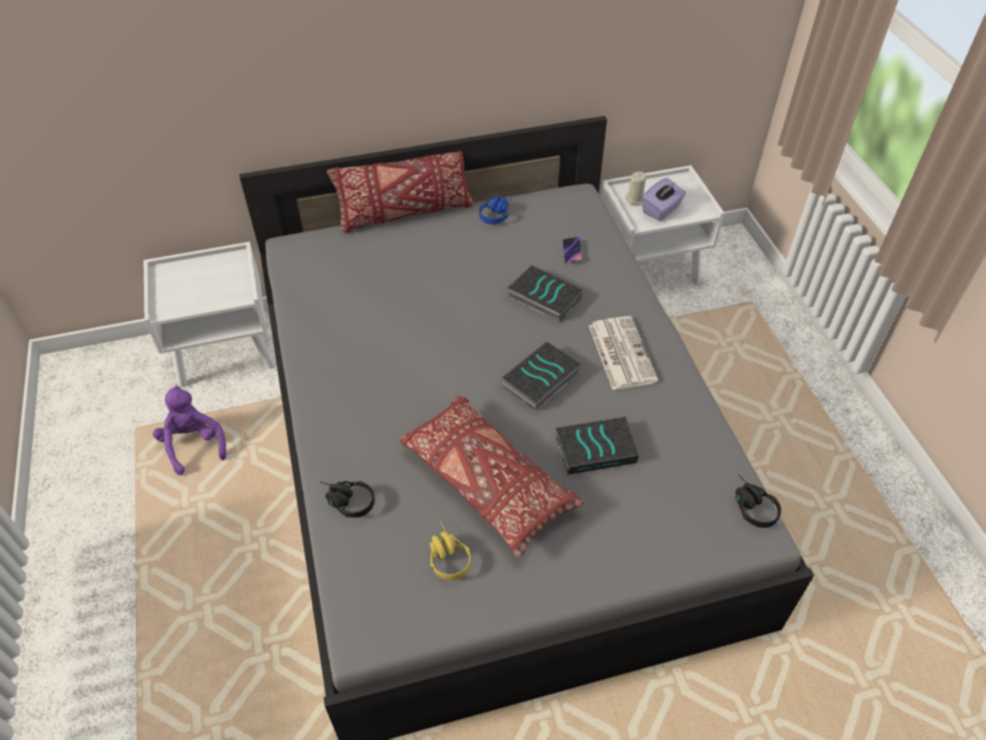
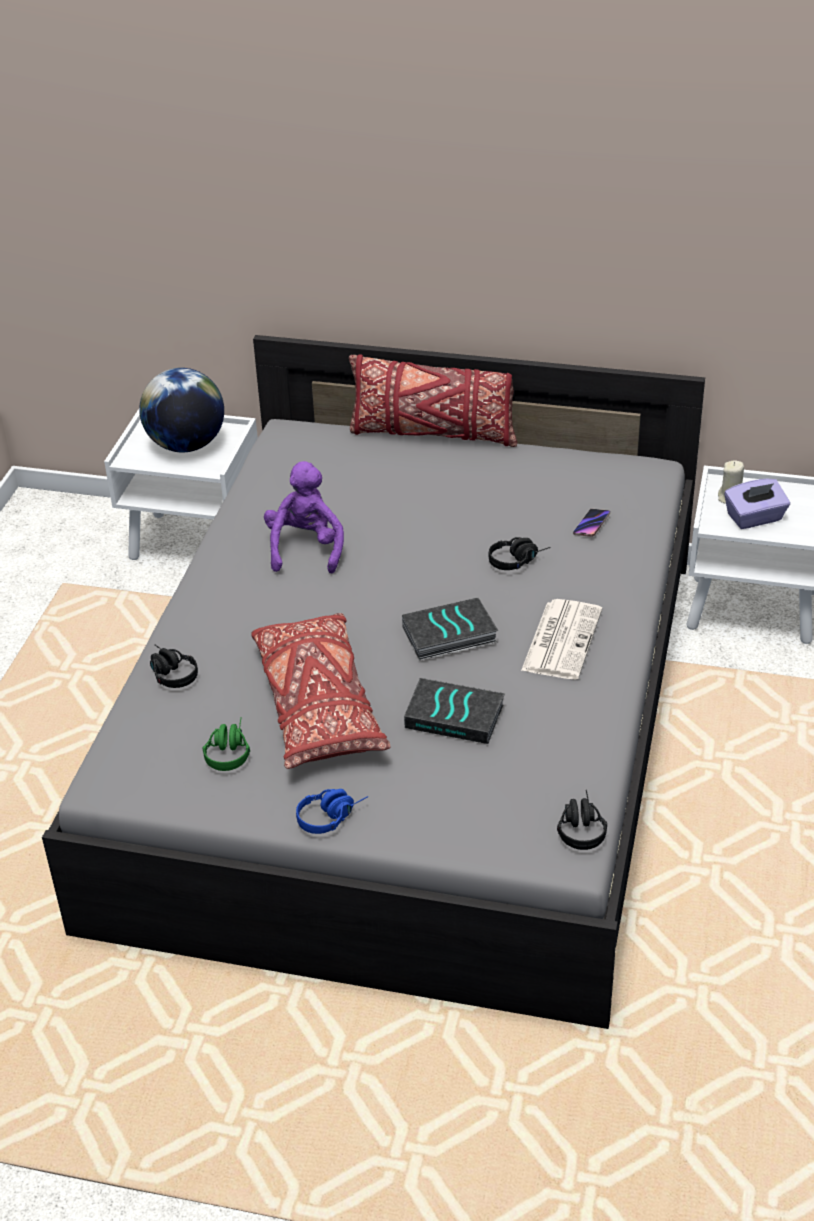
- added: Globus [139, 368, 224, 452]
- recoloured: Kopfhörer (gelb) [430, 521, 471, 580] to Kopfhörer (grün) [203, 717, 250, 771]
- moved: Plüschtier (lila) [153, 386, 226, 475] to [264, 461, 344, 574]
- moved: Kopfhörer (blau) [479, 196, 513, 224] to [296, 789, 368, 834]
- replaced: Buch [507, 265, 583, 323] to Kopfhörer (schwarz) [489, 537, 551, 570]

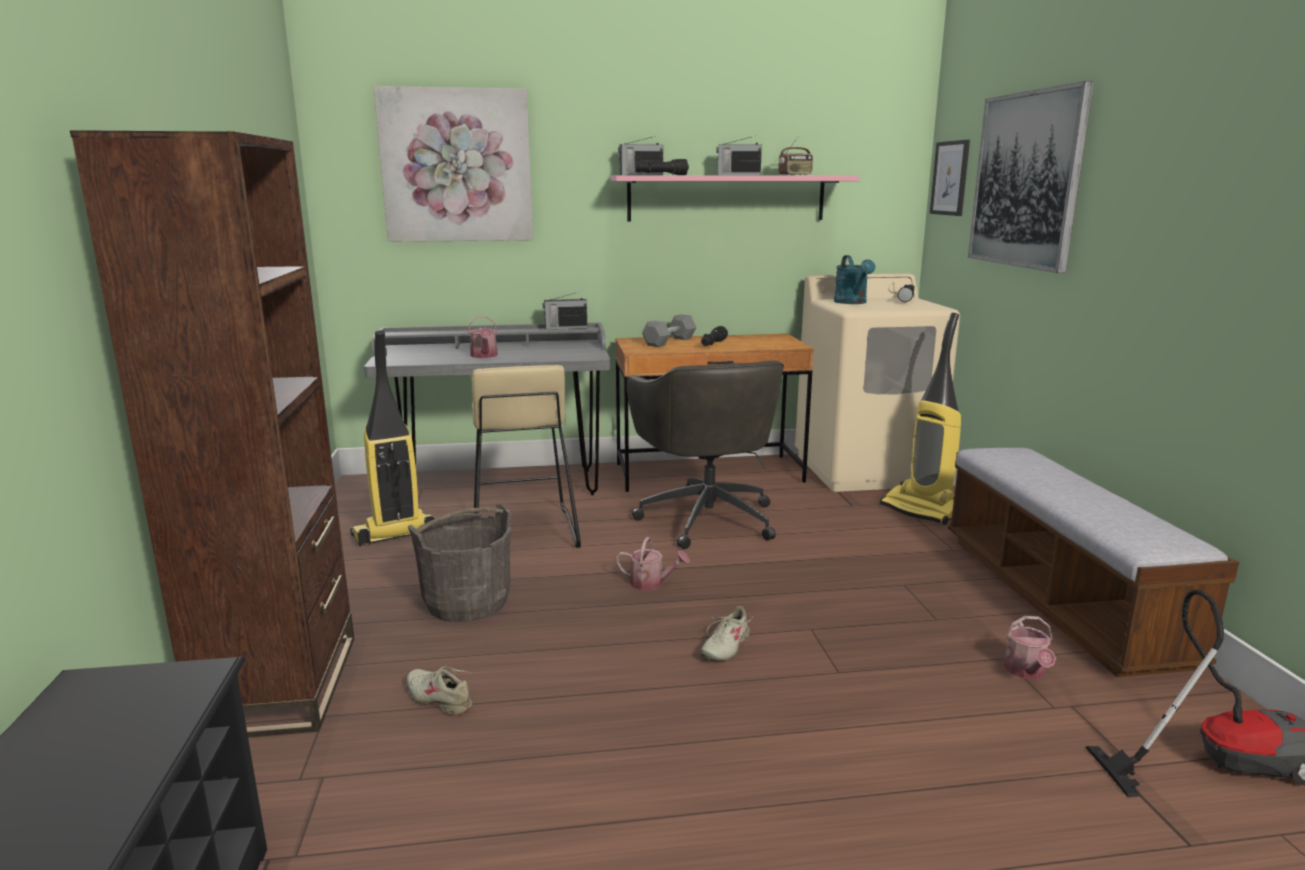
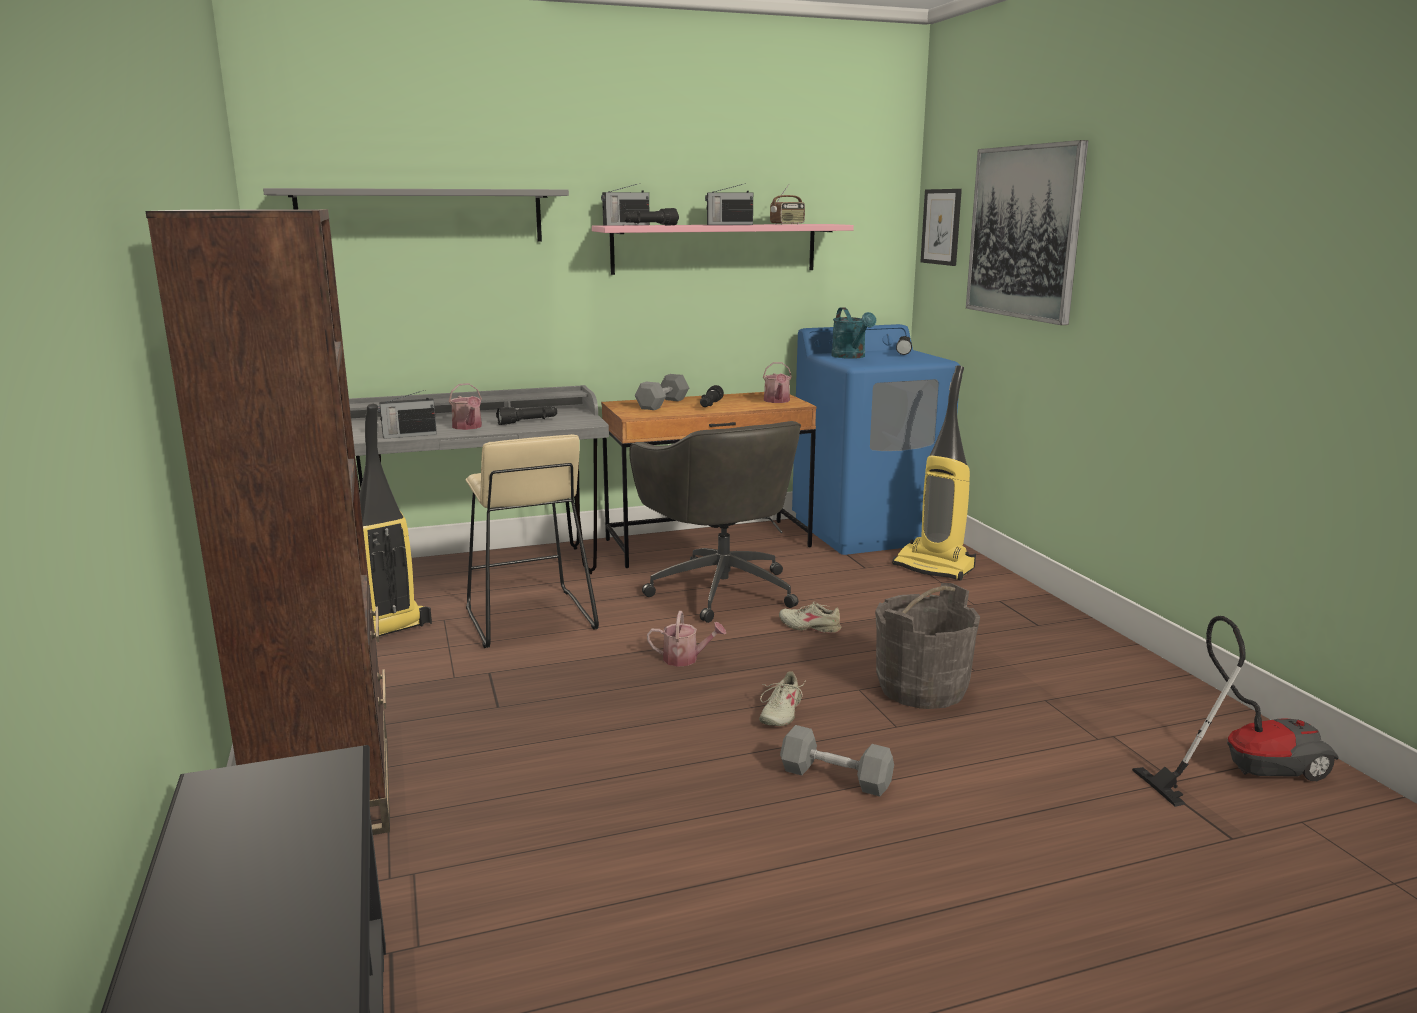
- replaced: Bild [374, 86, 533, 242] to Wandregal (grau) [263, 188, 569, 242]
- moved: Radio [543, 293, 587, 330] to [378, 390, 437, 439]
- added: Taschenlampe (schwarz) [496, 406, 557, 425]
- moved: Gießkanne [1004, 616, 1056, 679] to [763, 362, 792, 403]
- moved: Schuh (beige) [406, 666, 473, 715] to [779, 602, 841, 634]
- added: Hantel (grau) [780, 725, 894, 797]
- recoloured: Waschmaschine (beige) [795, 273, 960, 492] to Waschmaschine (blau) [792, 324, 960, 555]
- moved: Eimer (grau) [408, 505, 512, 622] to [875, 583, 980, 709]
- removed: Bank [948, 448, 1239, 677]

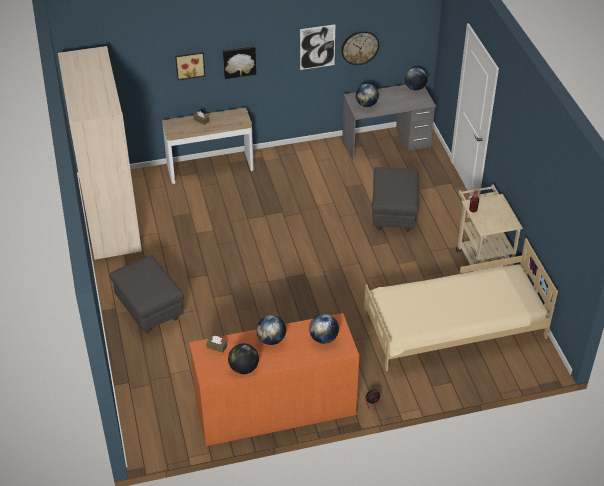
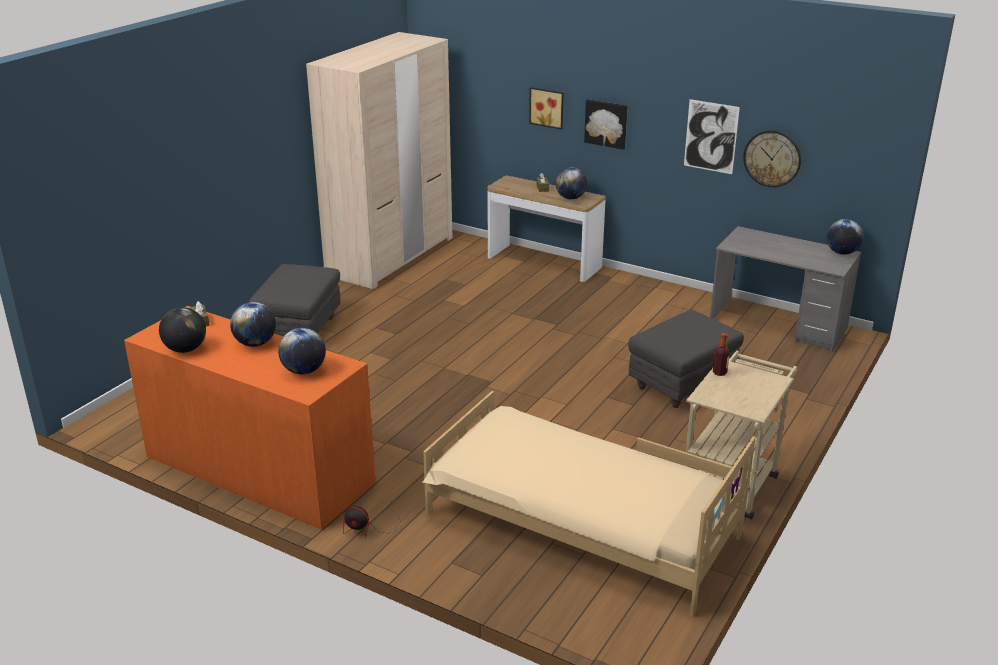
- moved: Globus [356, 84, 379, 107] to [556, 167, 587, 199]

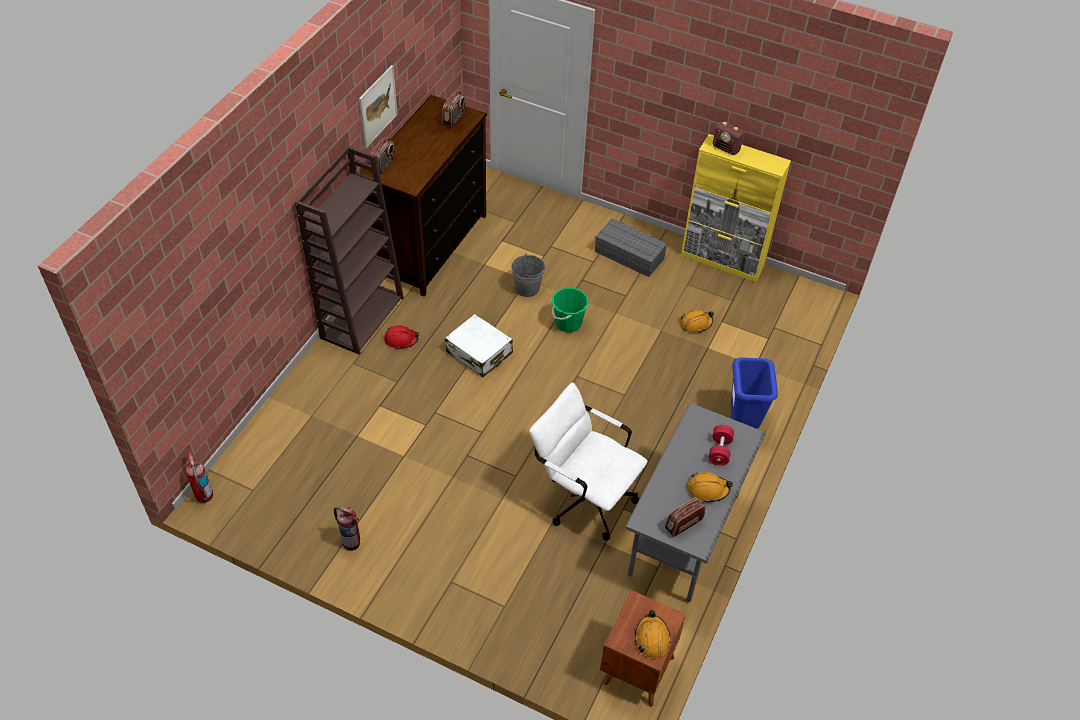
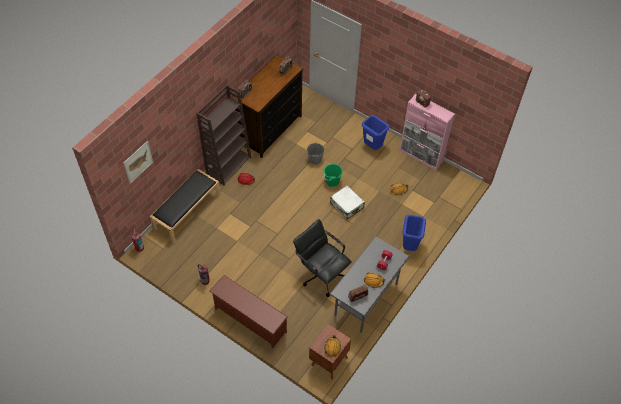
- moved: Bild [359, 65, 398, 149] to [123, 141, 153, 184]
- added: Bank (schwarz) [150, 169, 221, 243]
- added: Schuhregal (braun) [210, 275, 288, 348]
- recoloured: Bürostuhl (weiß) [529, 383, 648, 541] to Bürostuhl (schwarz) [293, 219, 352, 297]
- moved: Koffer (weiß) [445, 314, 513, 377] to [330, 186, 365, 219]
- replaced: Aufbewahrungsbox (grau) [595, 218, 667, 277] to Mülleimer (blau) [362, 115, 389, 150]
- recoloured: Schrank (gelb) [681, 134, 791, 282] to Schrank (rosa) [400, 94, 455, 170]

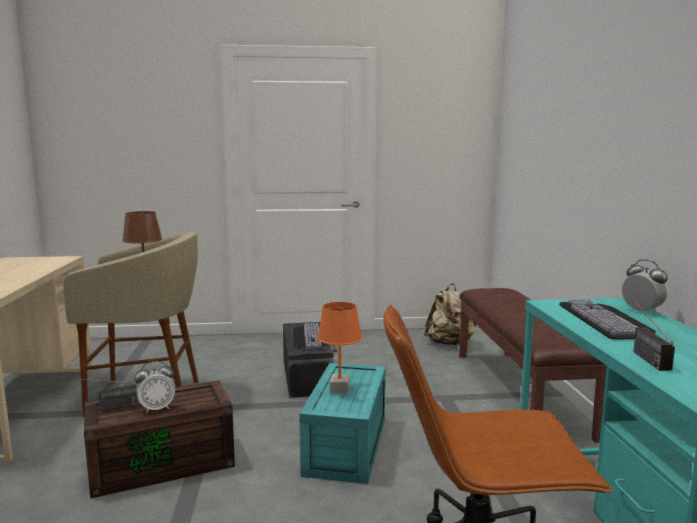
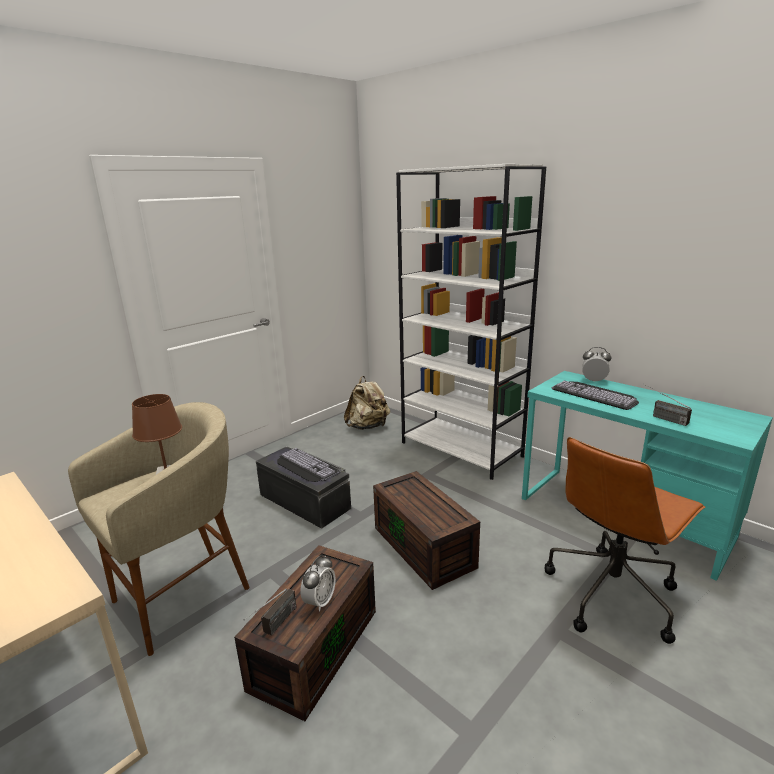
- recoloured: Aufbewahrungsbox (türkis) [299, 363, 386, 484] to Aufbewahrungsbox (braun) [373, 471, 480, 590]
- replaced: Bank (braun) [459, 288, 607, 443] to Bücherregal (weiß) [396, 164, 546, 480]
- removed: Tischlampe (orange) [317, 302, 362, 394]

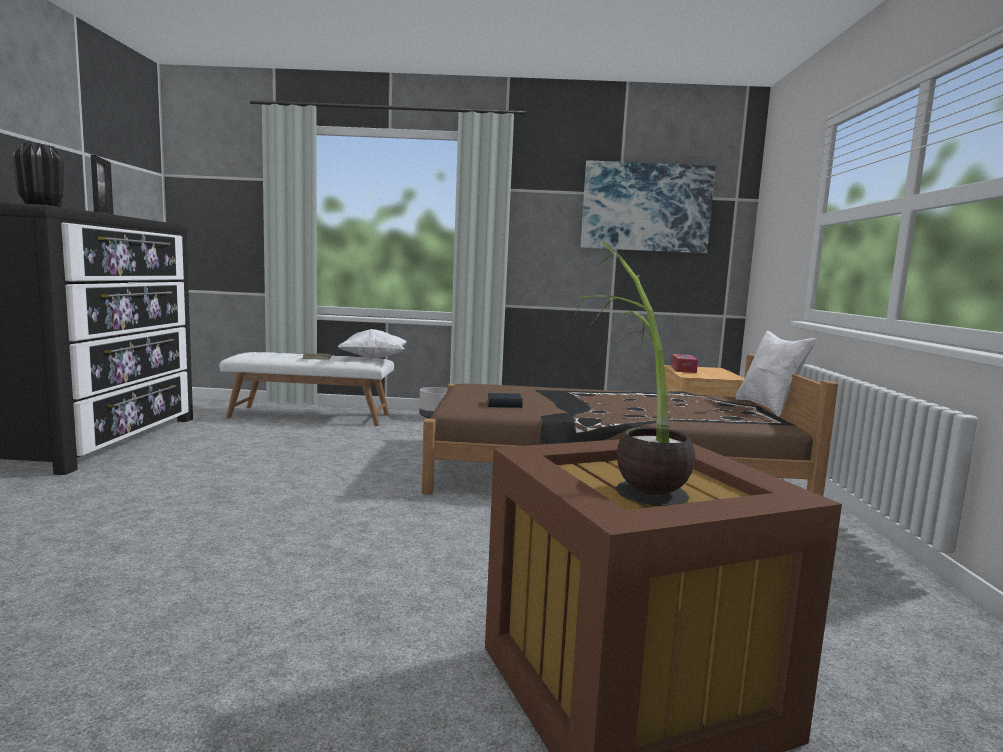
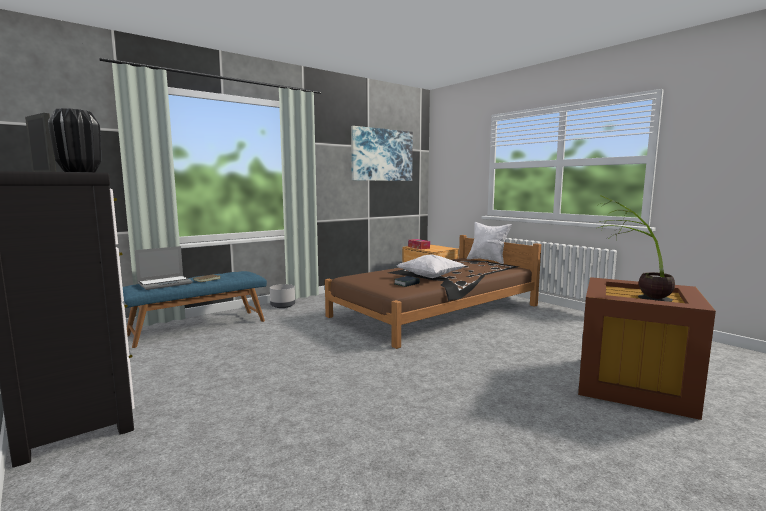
- recoloured: Bank (weiß) [220, 352, 394, 426] to Bank (blau) [123, 271, 267, 348]
- added: Laptop [135, 246, 193, 290]
- moved: Kissen (weiß) [338, 329, 407, 359] to [397, 255, 465, 278]

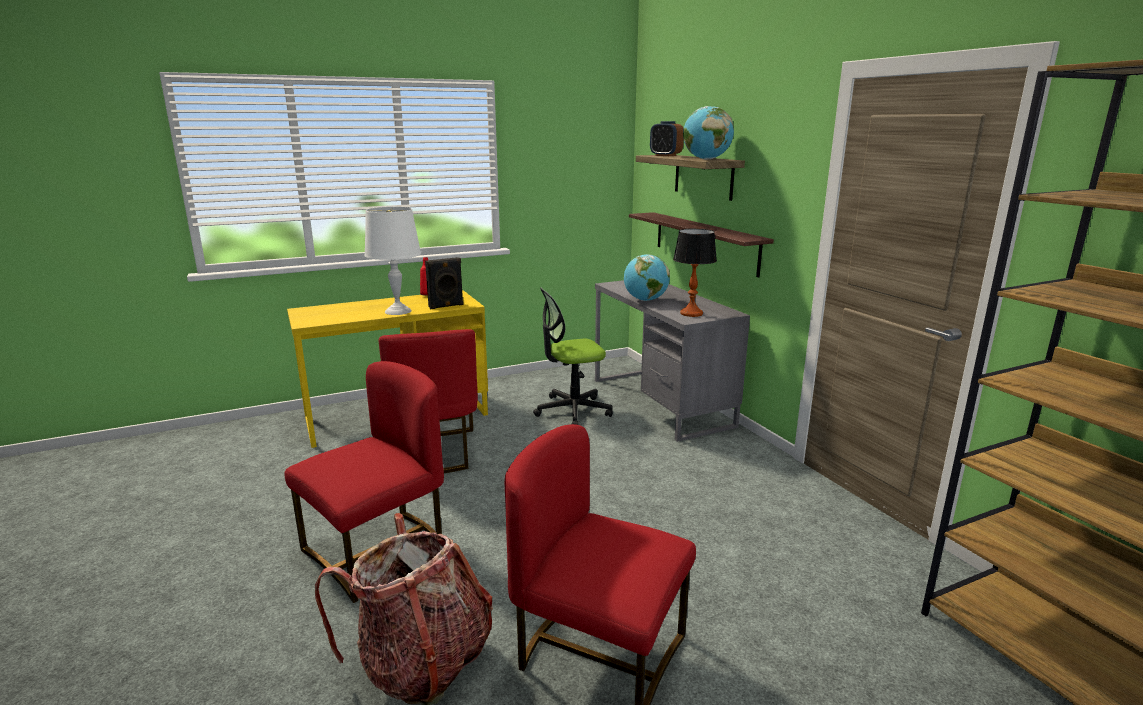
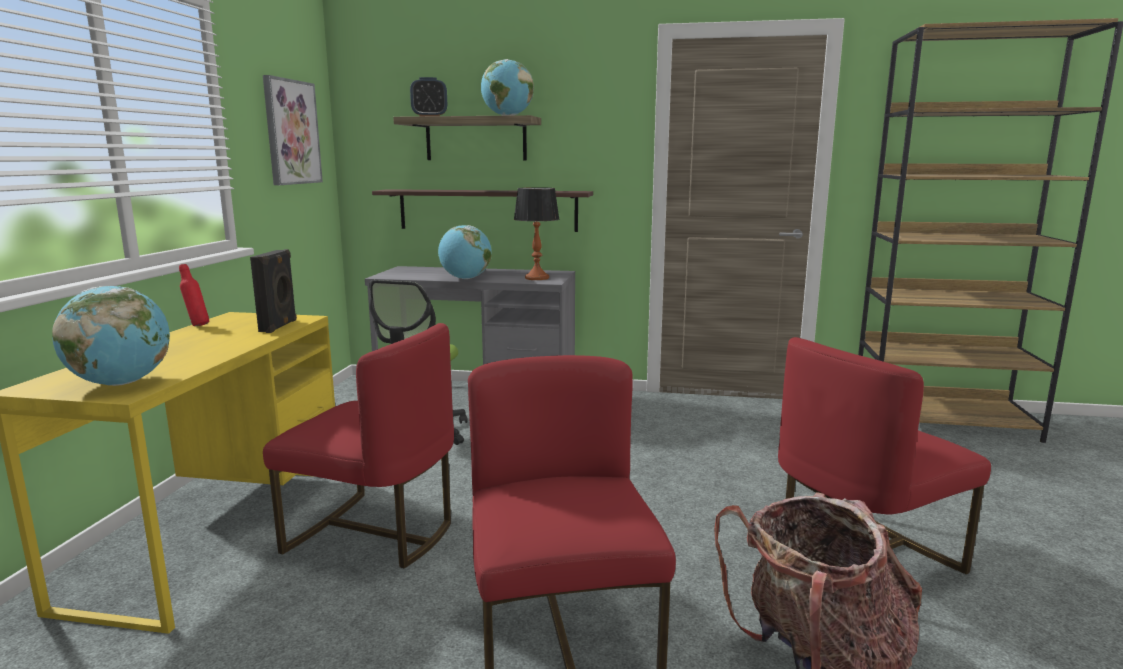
- added: Globus [52, 286, 170, 386]
- added: Bild [263, 75, 323, 185]
- removed: Tischlampe (weiß) [364, 207, 421, 315]

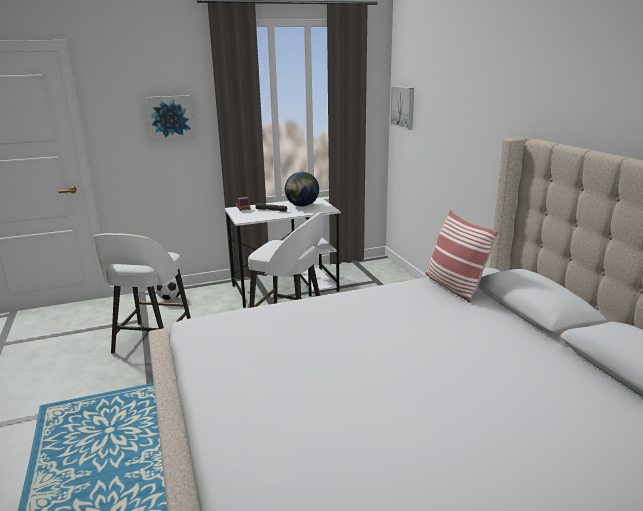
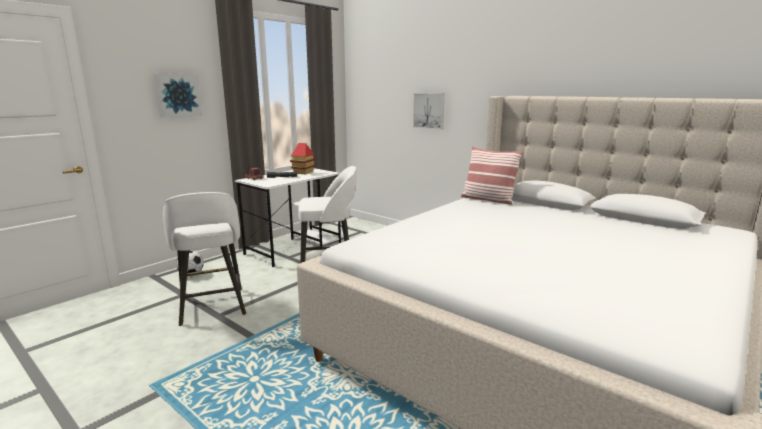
- replaced: Globus [285, 172, 319, 207] to Spielzeughaus [290, 143, 316, 175]
- moved: Bild [390, 86, 414, 130] to [413, 93, 445, 130]

